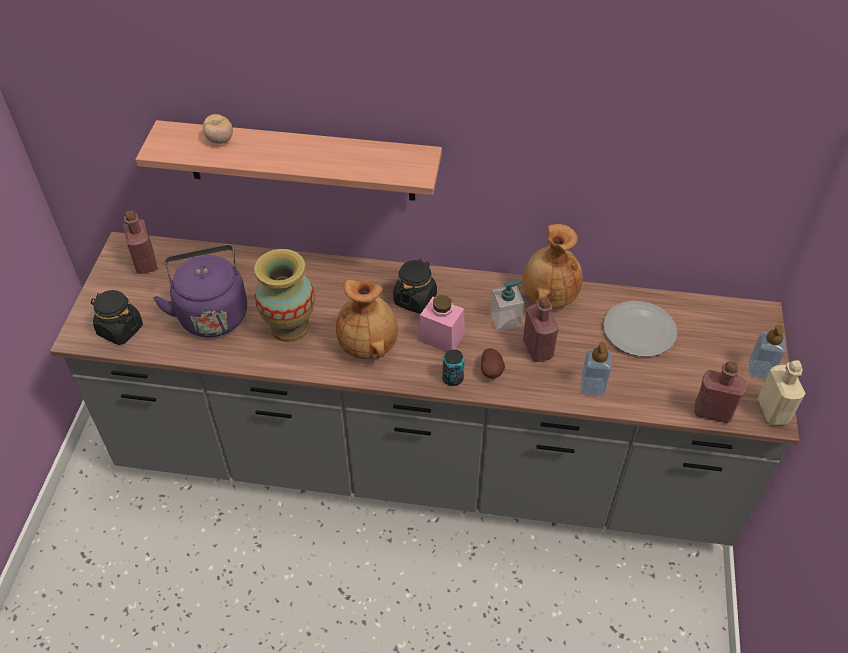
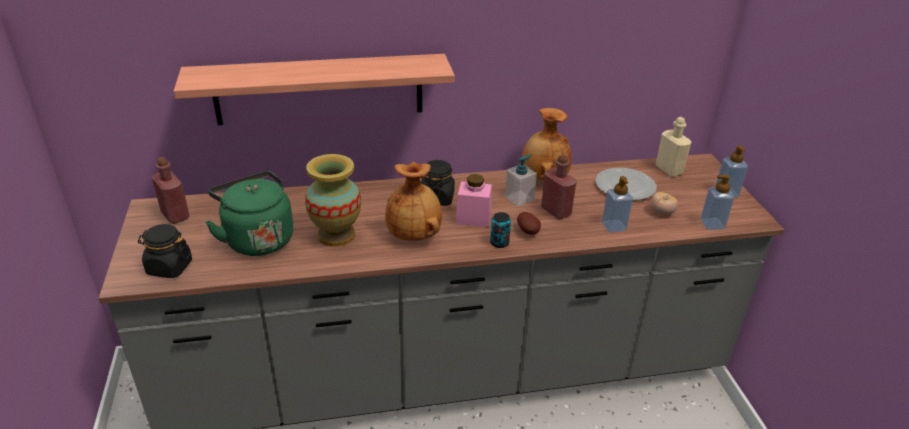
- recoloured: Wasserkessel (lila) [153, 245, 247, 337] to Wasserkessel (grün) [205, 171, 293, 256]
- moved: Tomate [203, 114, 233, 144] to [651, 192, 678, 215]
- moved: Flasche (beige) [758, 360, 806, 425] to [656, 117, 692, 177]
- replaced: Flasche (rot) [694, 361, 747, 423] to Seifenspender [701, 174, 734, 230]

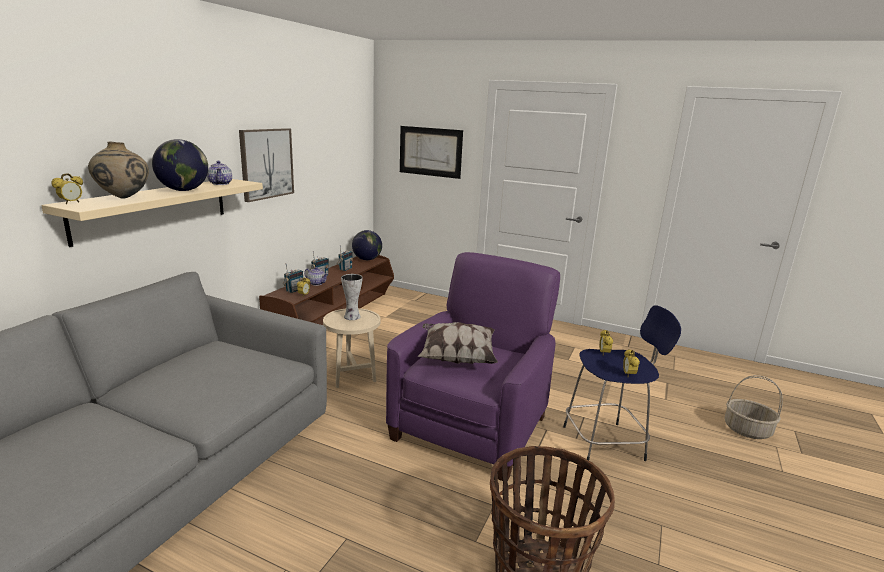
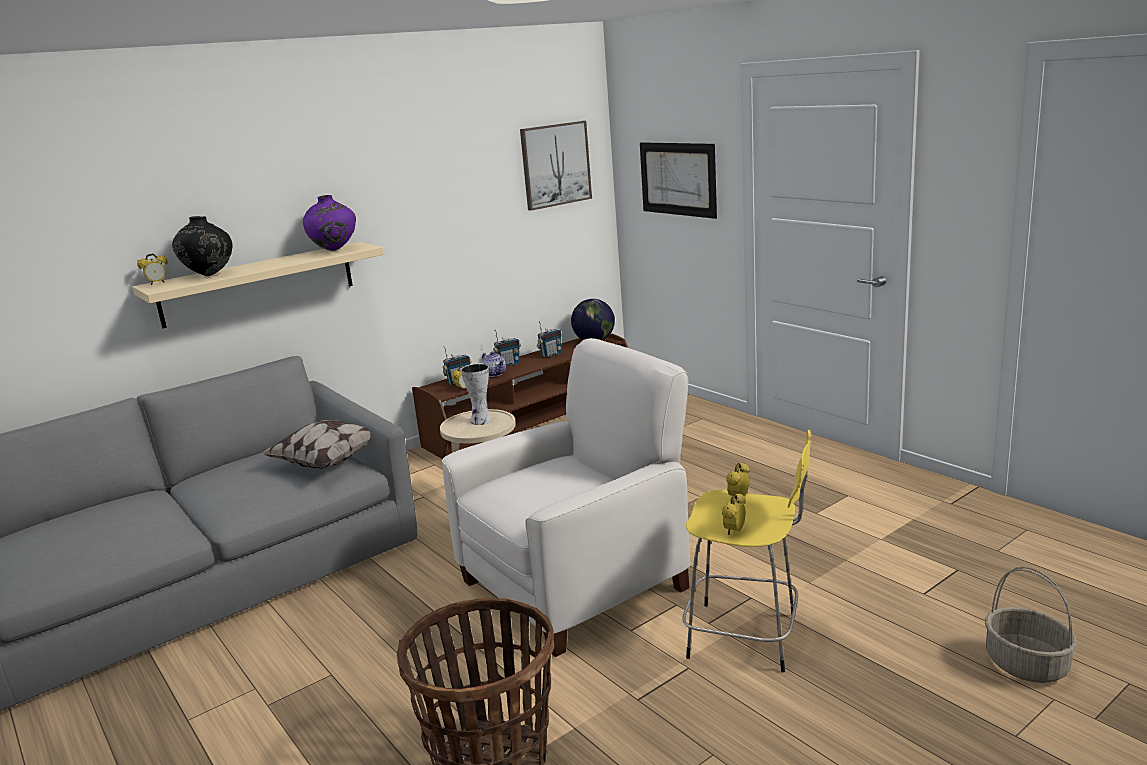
- recoloured: Vase (beige) [88, 141, 149, 199] to Vase (schwarz) [172, 216, 232, 276]
- moved: Kissen [418, 322, 498, 364] to [260, 420, 371, 469]
- replaced: Teekanne [207, 161, 232, 185] to Vase (lila) [303, 195, 356, 251]
- recoloured: Sessel (lila) [386, 252, 560, 481] to Sessel (weiß) [442, 338, 690, 657]
- moved: Bild [239, 128, 294, 202] to [520, 121, 592, 211]
- recoloured: Hocker (blau) [563, 305, 681, 461] to Hocker (gelb) [682, 430, 811, 672]
- removed: Globus [152, 139, 208, 191]

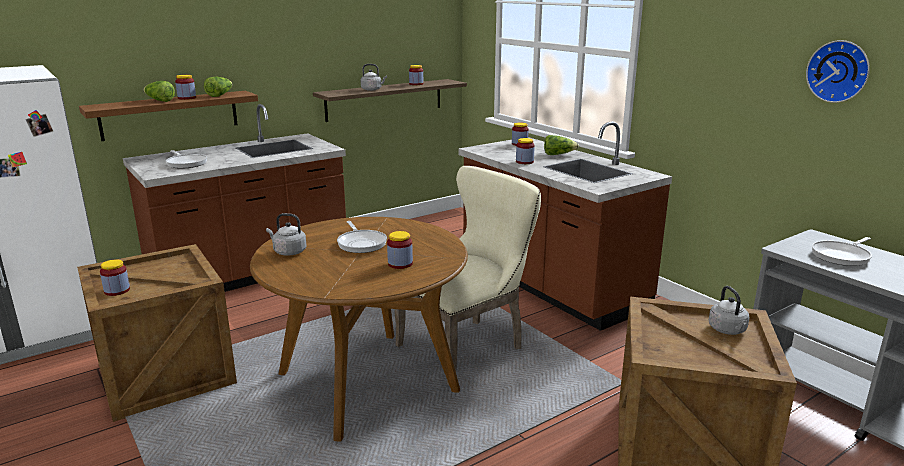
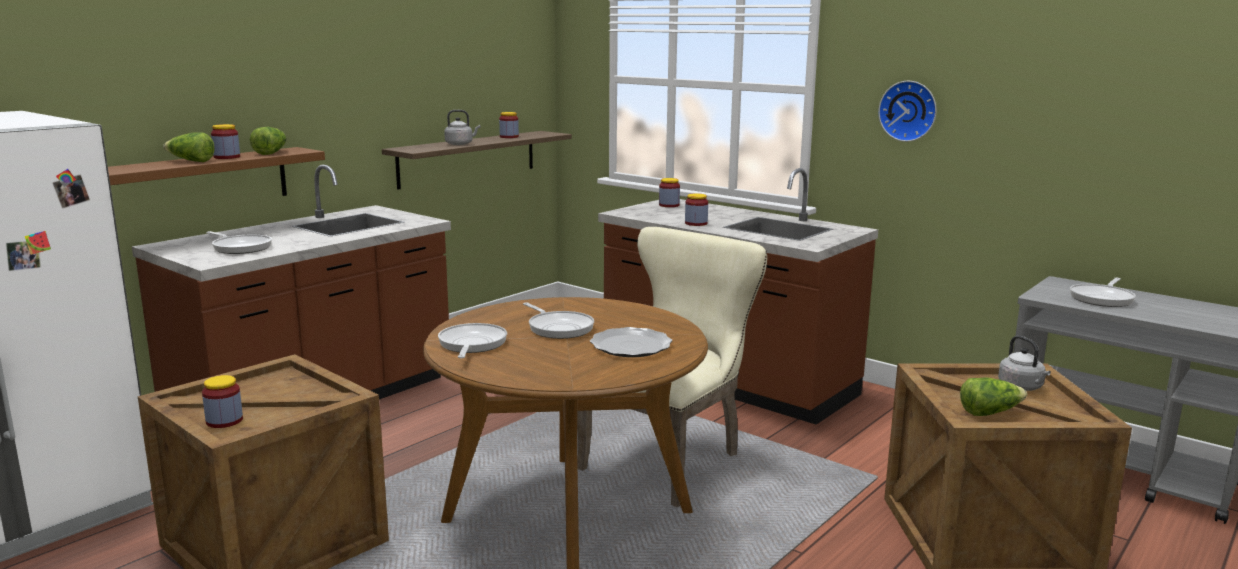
- replaced: Wasserkessel (grau) [266, 213, 306, 256] to Pfanne [438, 323, 507, 358]
- replaced: Vorratsglas [387, 231, 413, 269] to Teller [590, 327, 672, 357]
- moved: Wanduhr [806, 40, 870, 103] to [878, 81, 937, 142]
- moved: Salatkopf [544, 135, 579, 155] to [960, 377, 1027, 416]

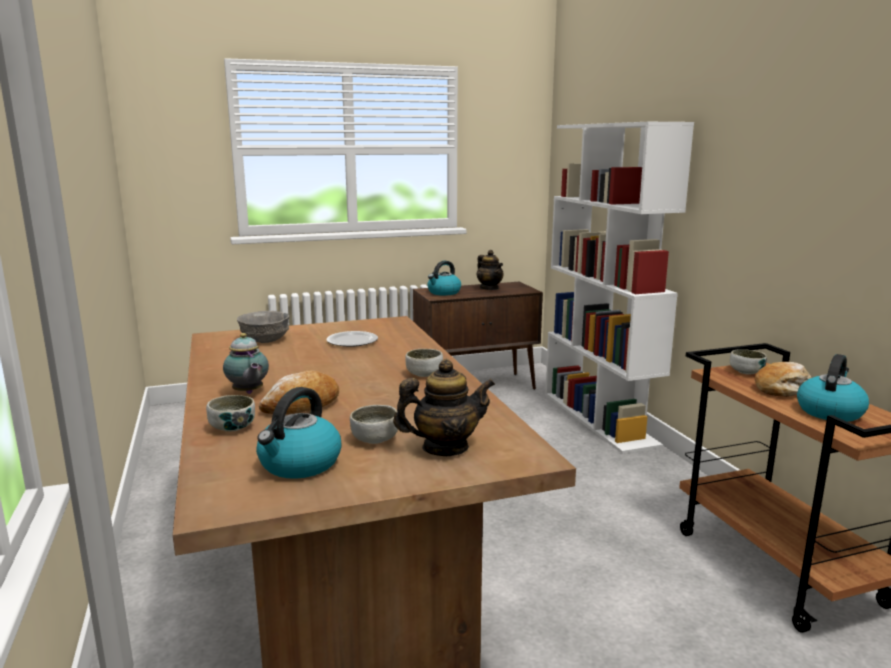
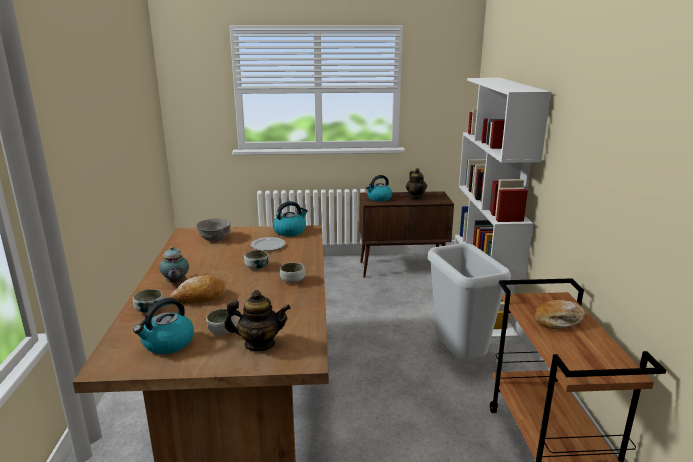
- moved: Schüssel [730, 349, 767, 375] to [244, 250, 269, 270]
- moved: Wasserkessel [797, 354, 869, 422] to [273, 201, 308, 236]
- added: Mülleimer (grau) [428, 243, 511, 360]

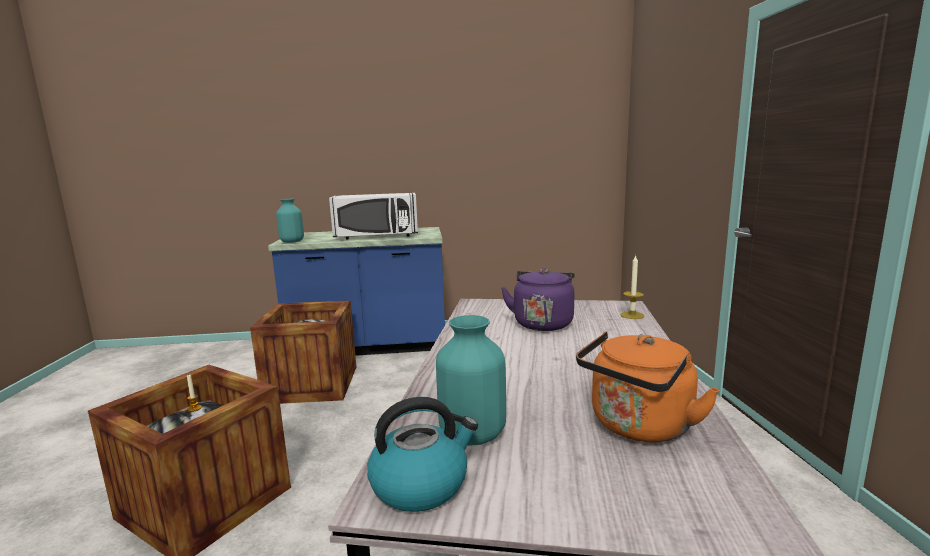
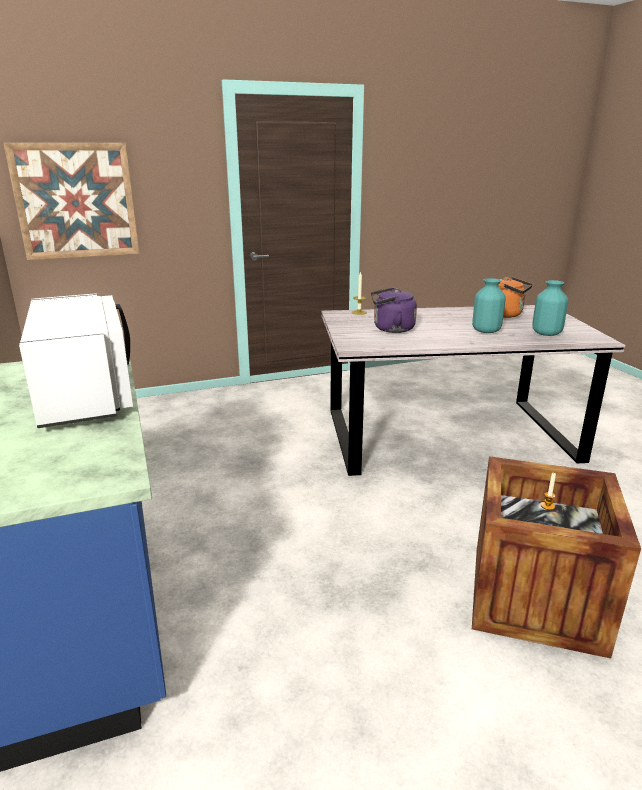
- added: Bild [4, 143, 139, 260]
- moved: Vase (türkis) [276, 199, 304, 243] to [472, 278, 506, 333]
- removed: Kiste [250, 300, 356, 404]
- removed: Wasserkessel [367, 397, 478, 512]

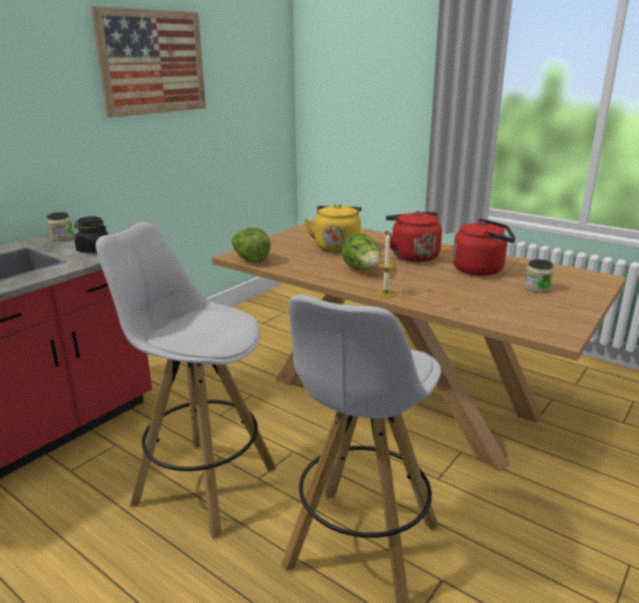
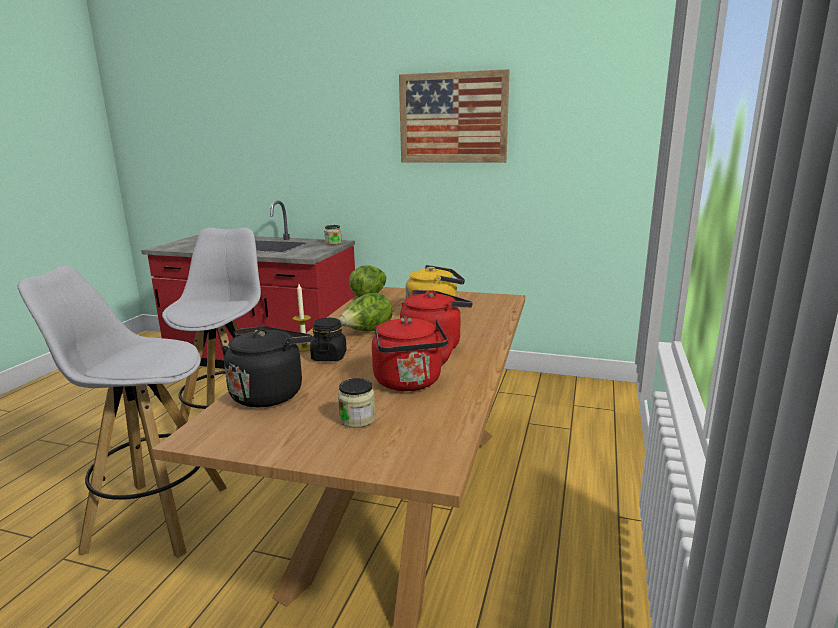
- added: Wasserkessel (schwarz) [221, 326, 312, 407]
- moved: Vorratsglas (schwarz) [74, 216, 109, 253] to [310, 318, 347, 361]

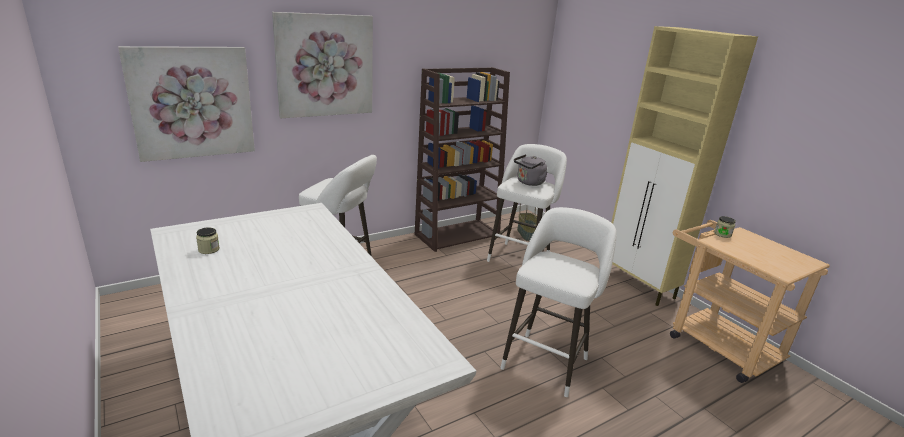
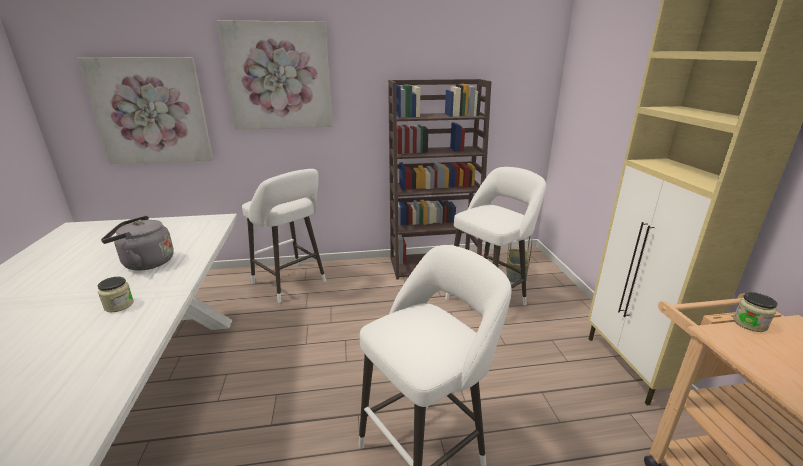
- moved: Vorratsglas [196, 227, 220, 254] to [98, 277, 134, 312]
- moved: Wasserkessel (grau) [514, 154, 548, 186] to [101, 216, 174, 271]

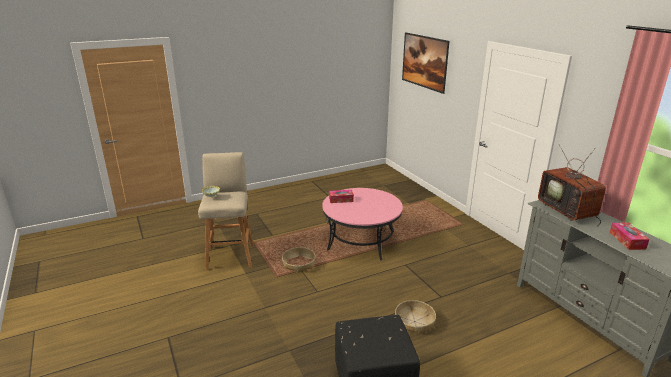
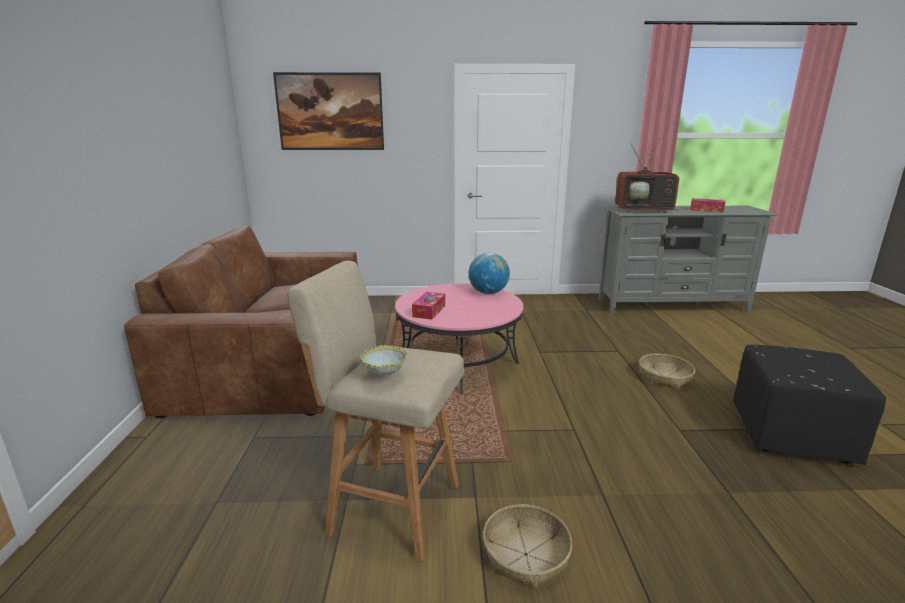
- added: Sofa (braun) [124, 226, 358, 418]
- added: Globus [469, 253, 510, 294]
- moved: Korb [282, 247, 316, 273] to [483, 504, 572, 590]

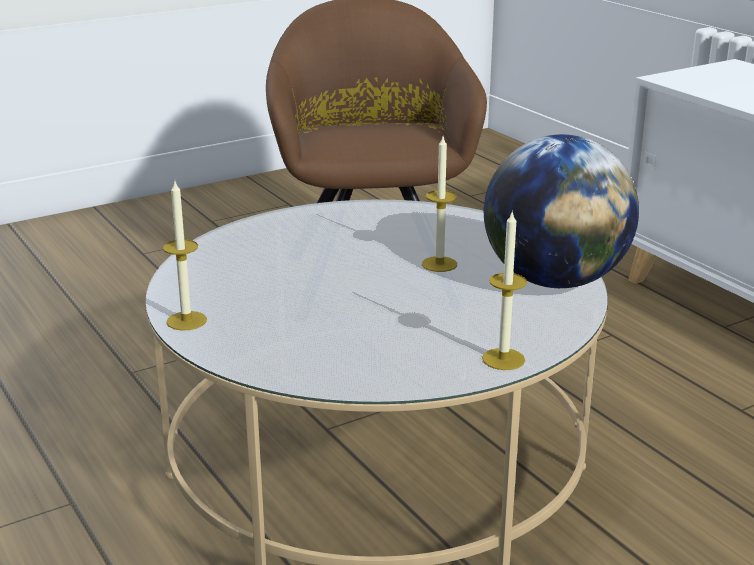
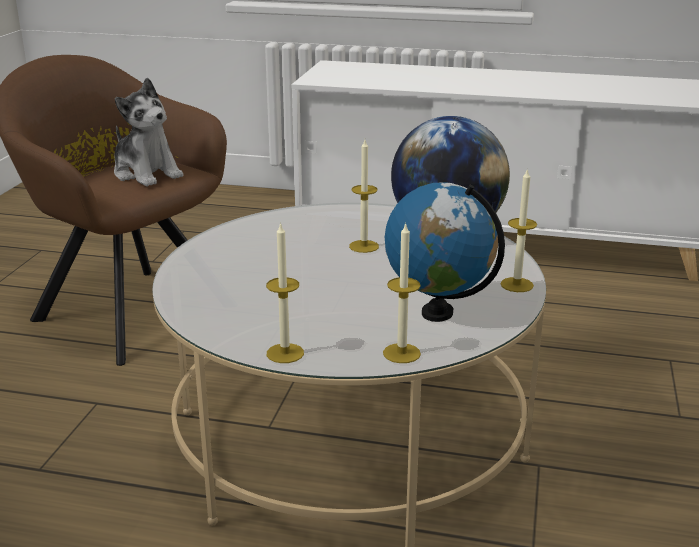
- added: Plüschtier [114, 77, 184, 187]
- added: Kerze [383, 223, 421, 363]
- added: Globus [385, 182, 505, 322]

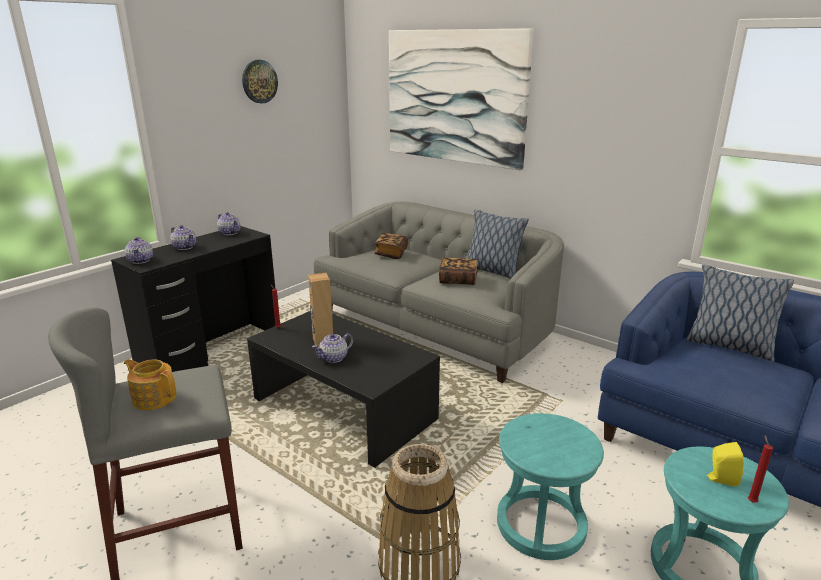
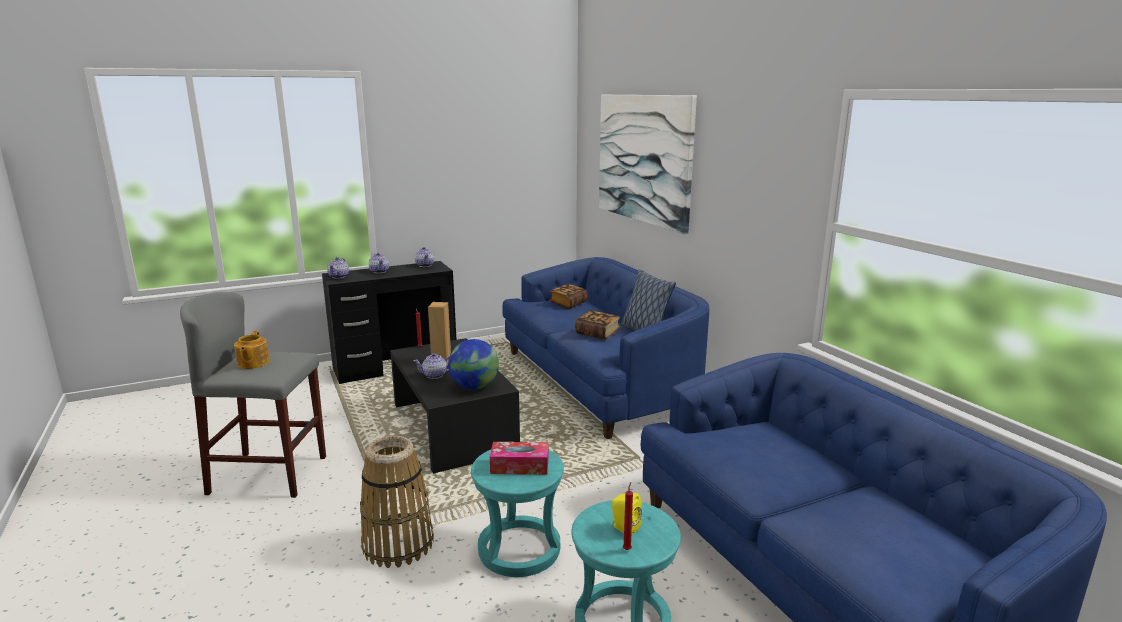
- turned: Teekanne [124, 359, 176, 410] = [234, 331, 270, 369] 150 degrees counterclockwise
- added: Globus [448, 339, 499, 390]
- added: Taschentuchbox [490, 442, 548, 475]
- recoloured: Sofa (grau) [314, 202, 564, 383] to Sofa (blau) [502, 257, 709, 439]
- removed: Wanduhr [242, 60, 278, 104]
- removed: Kissen [686, 265, 794, 362]

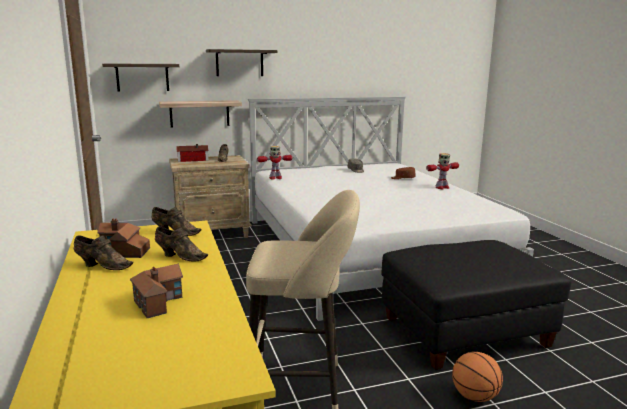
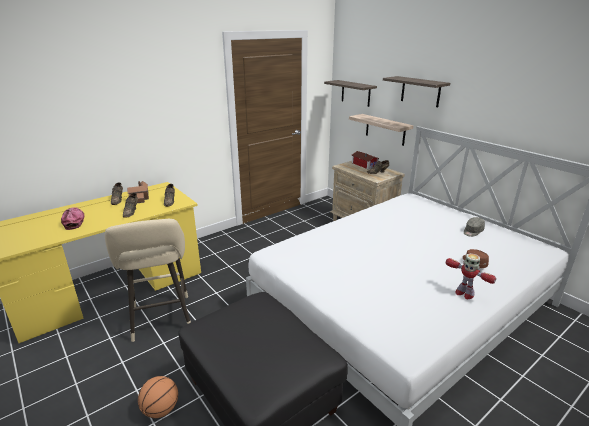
- replaced: Spielzeughaus [130, 264, 183, 318] to Kappe [61, 207, 85, 230]
- removed: Spielzeugroboter [257, 146, 292, 180]

